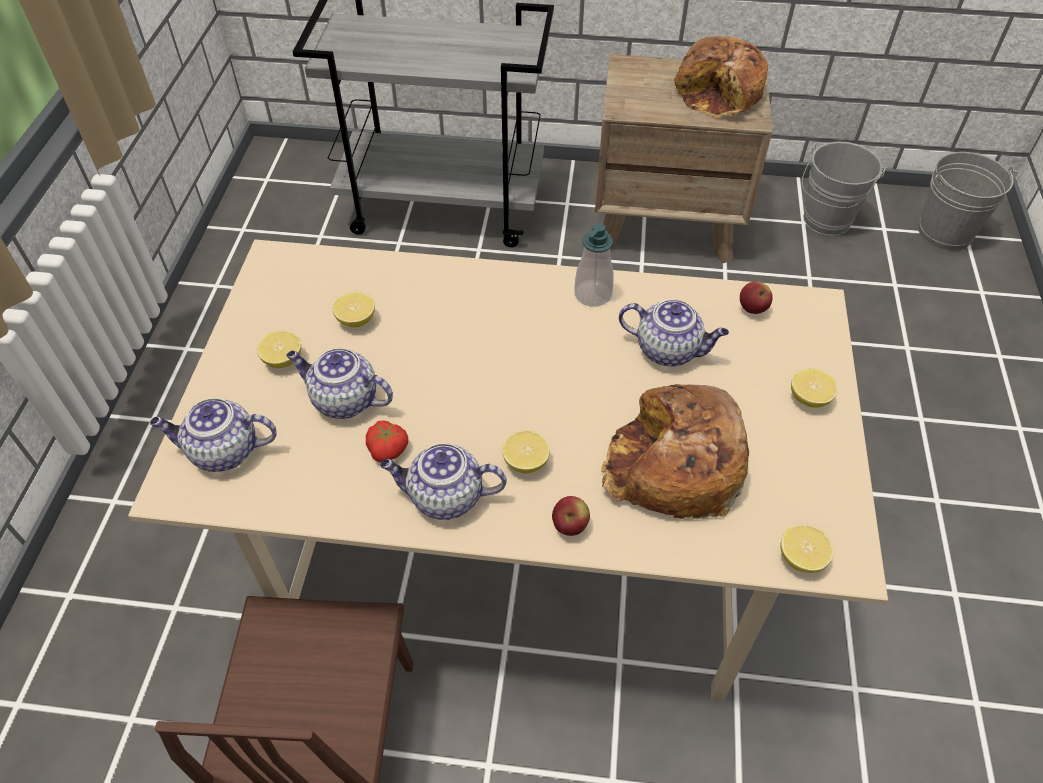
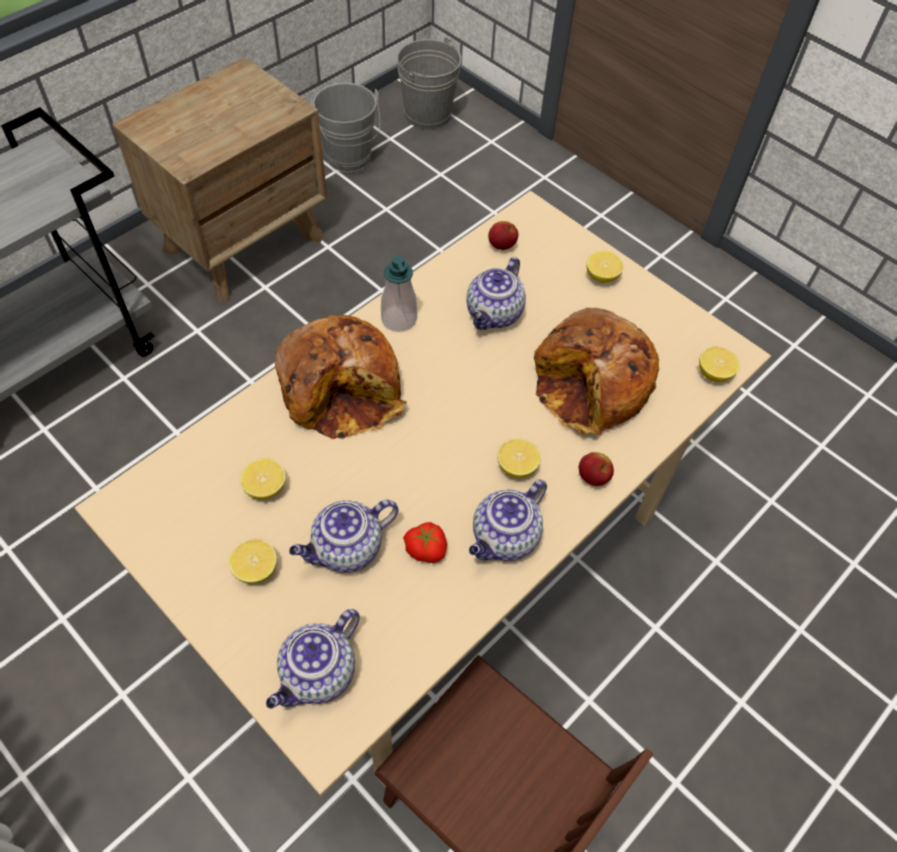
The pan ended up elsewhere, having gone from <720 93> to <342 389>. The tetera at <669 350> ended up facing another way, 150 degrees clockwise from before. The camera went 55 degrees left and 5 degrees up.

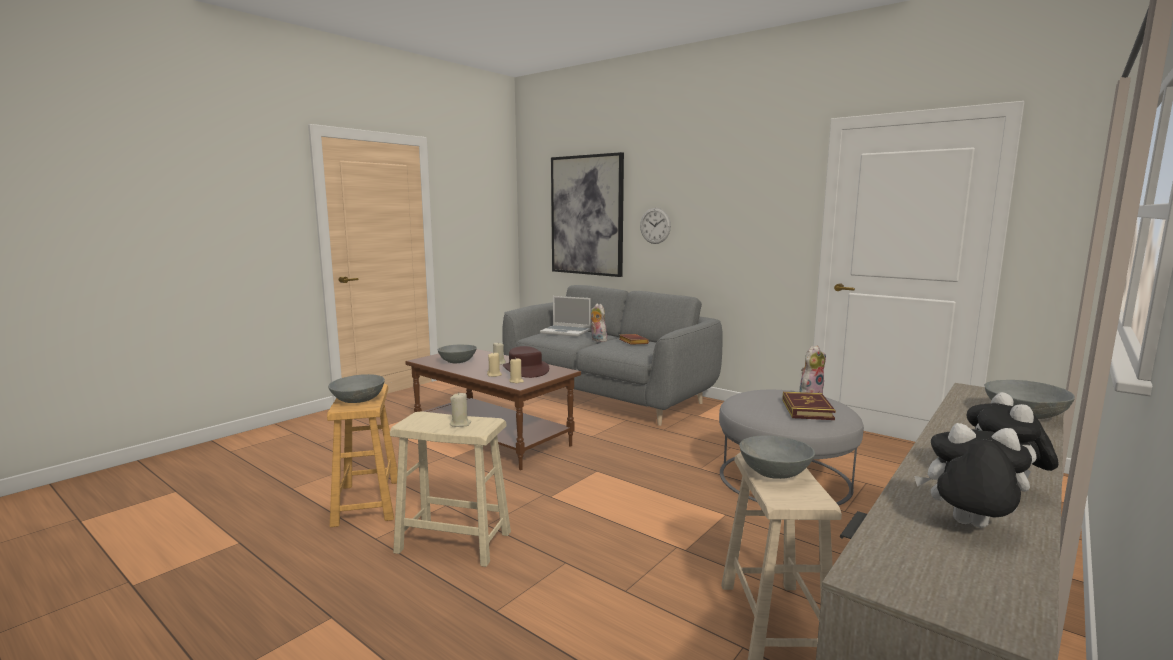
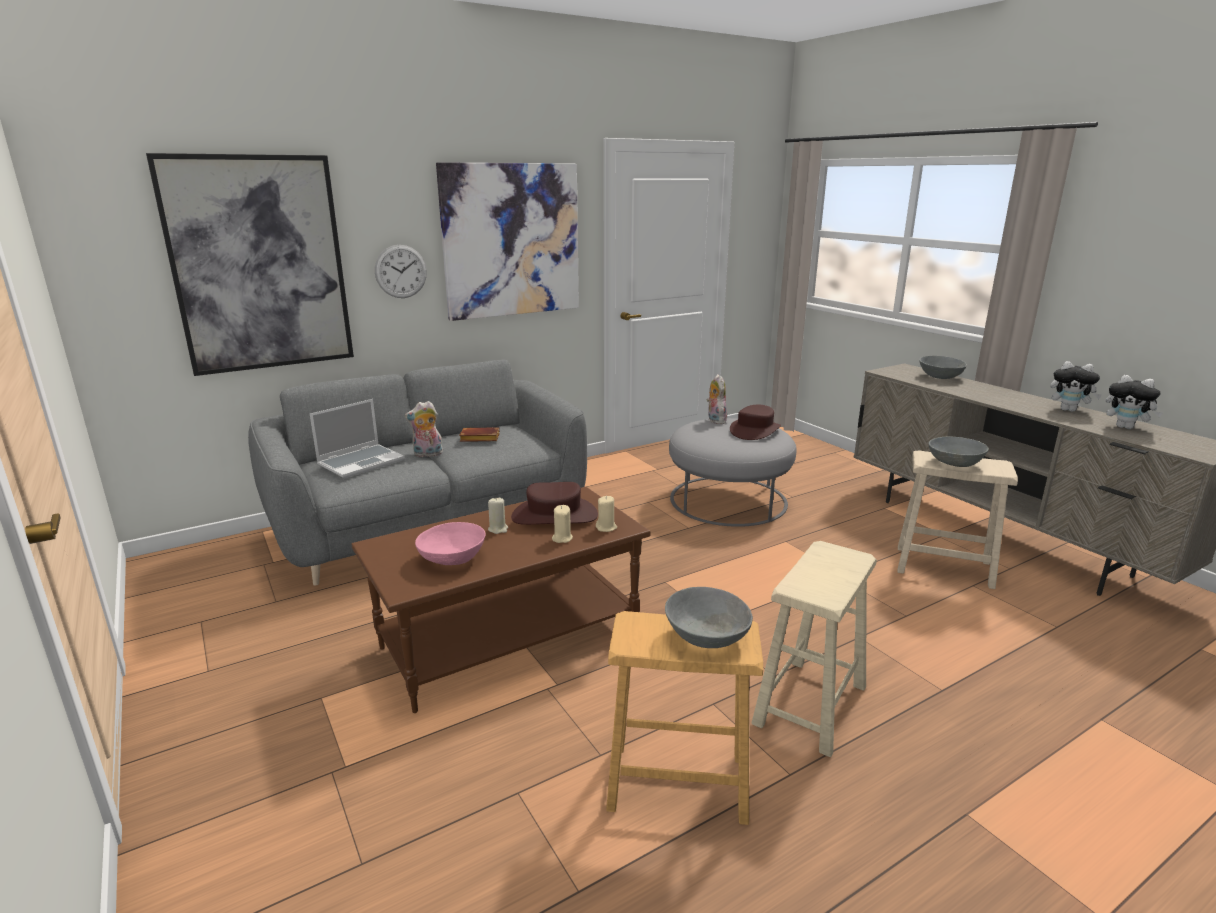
What was the cuenco (gris) at <458 361> turned into the cuenco (rosa) at <453 558>. Where the libro stood at <807 409>, the sombrero (marrón) came to stand at <754 430>. The second view lost the vela (beis) at <460 424>. The peluche at <967 526> ended up facing another way, 90 degrees counterclockwise from before. The second view gained the cuadro at <511 240>. The camera went 70 degrees left and 10 degrees up.

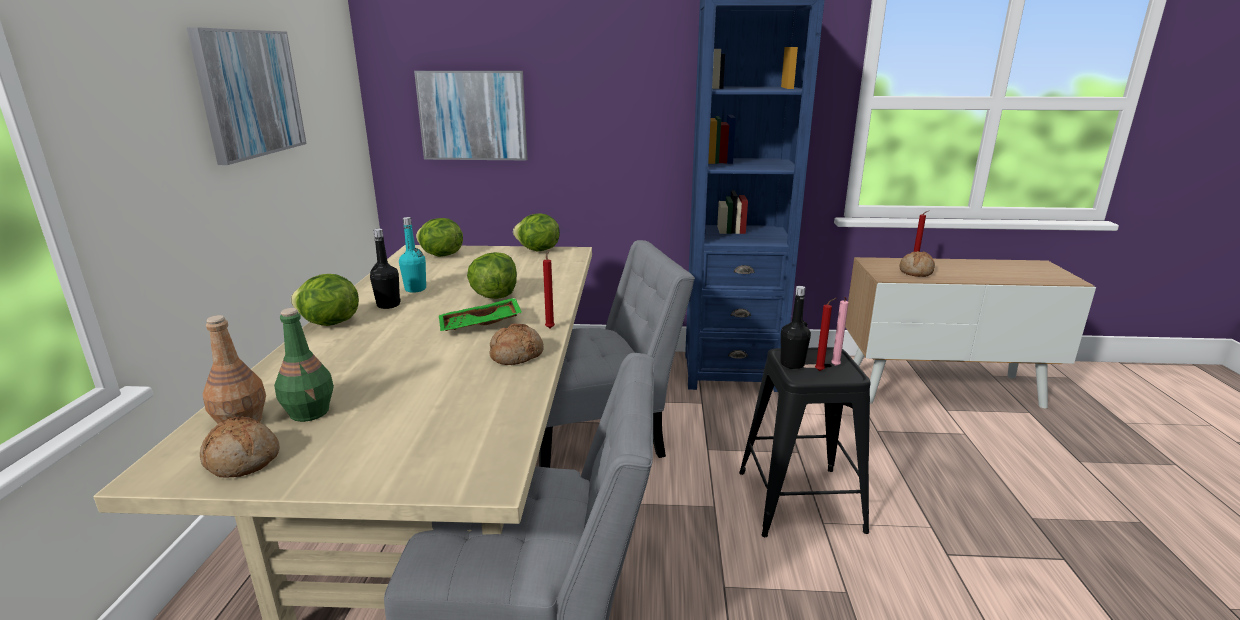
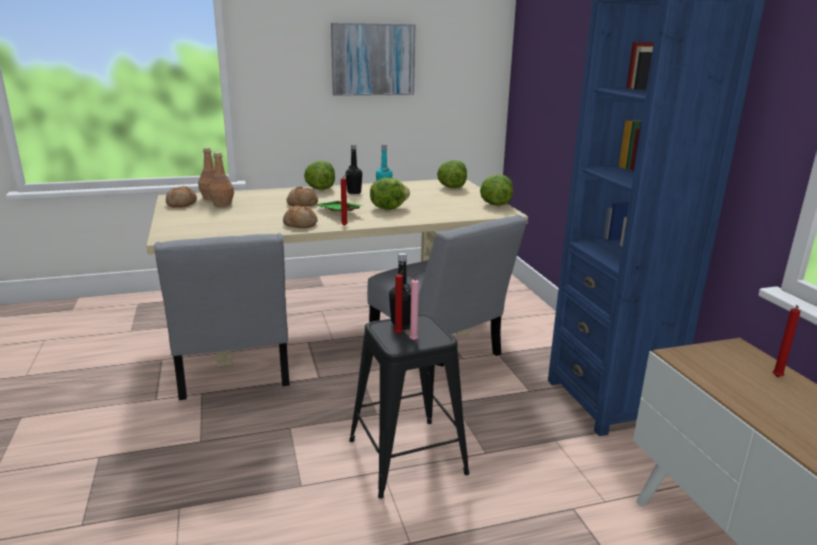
The second view lost the cuadro at <473 115>. The pan ended up elsewhere, having gone from <916 272> to <302 204>. What was the botella (verde) at <310 412> turned into the botella (marrón) at <222 204>. The camera went 70 degrees right and 0 degrees up.

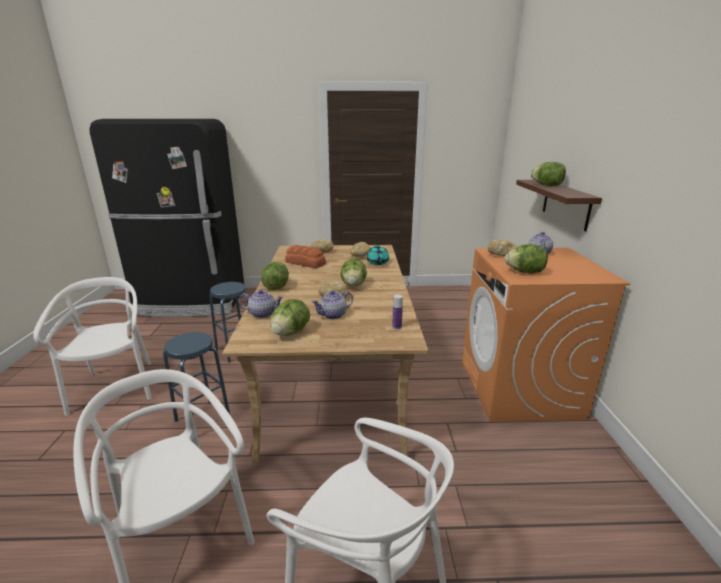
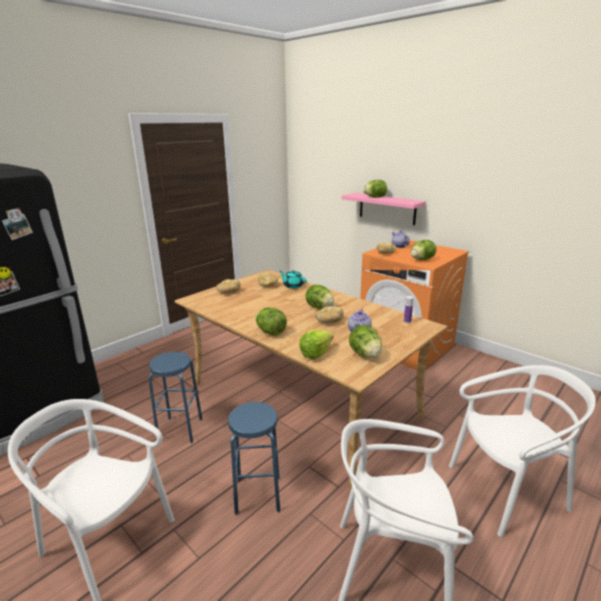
What was the estante (marrón) at <566 204> turned into the estante (rosa) at <387 208>. The second view lost the pan at <305 263>. Where the tetera stood at <263 314>, the lechuga came to stand at <316 353>. The camera went 45 degrees left and 0 degrees up.

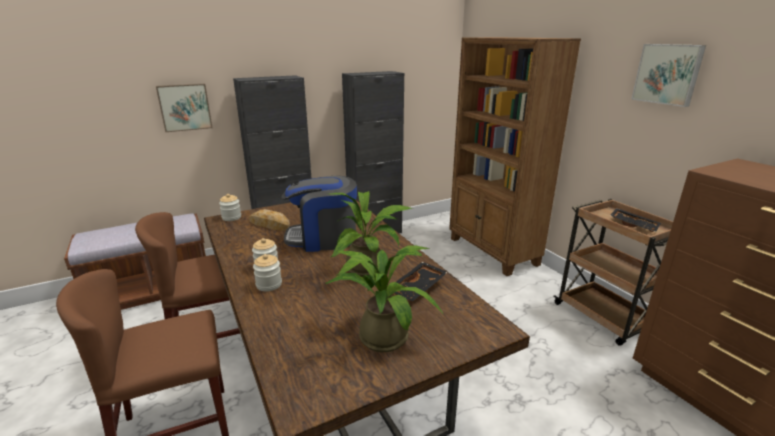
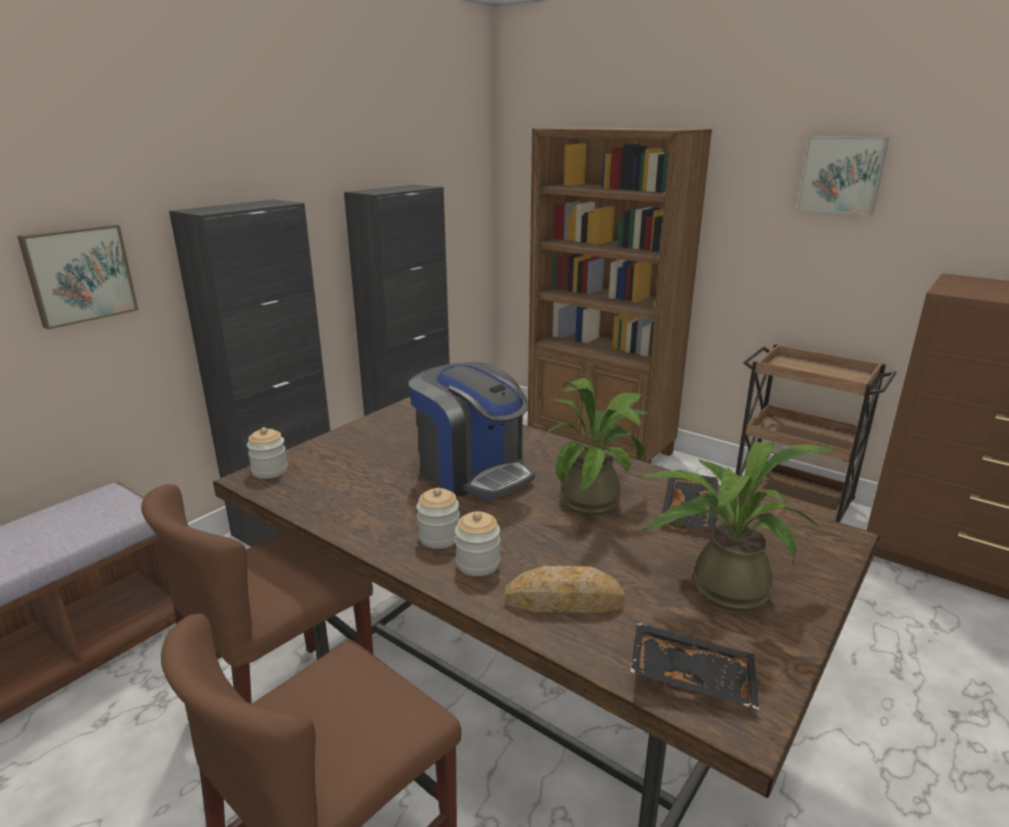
The cafetera at <323 238> ended up facing another way, 105 degrees counterclockwise from before. The bandeja (negro) ended up elsewhere, having gone from <633 225> to <692 675>. The pan ended up elsewhere, having gone from <269 224> to <564 600>. The camera went 25 degrees left and 0 degrees up.

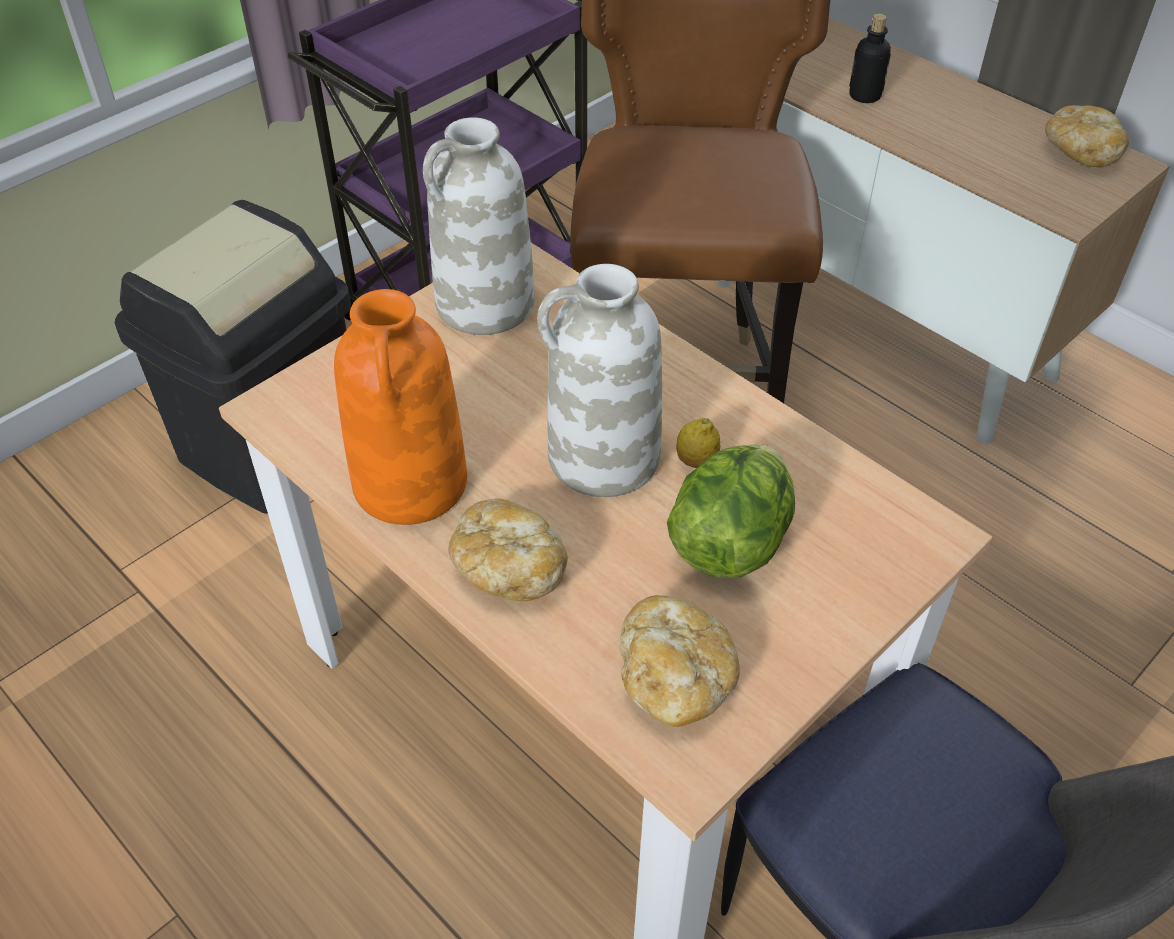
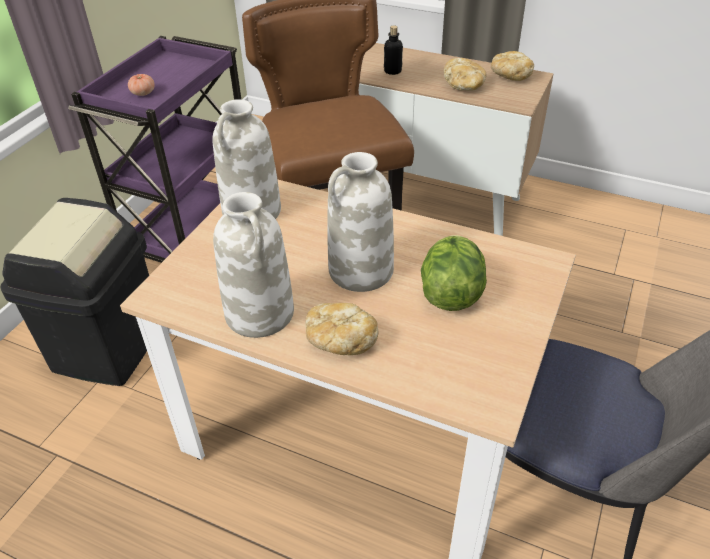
What was the florero (naranja) at <411 484> turned into the florero (blanco) at <261 313>. The second view lost the limón at <696 461>. The pan ended up elsewhere, having gone from <675 679> to <464 85>. The second view gained the tomate at <143 93>. The camera went 20 degrees left and 5 degrees down.

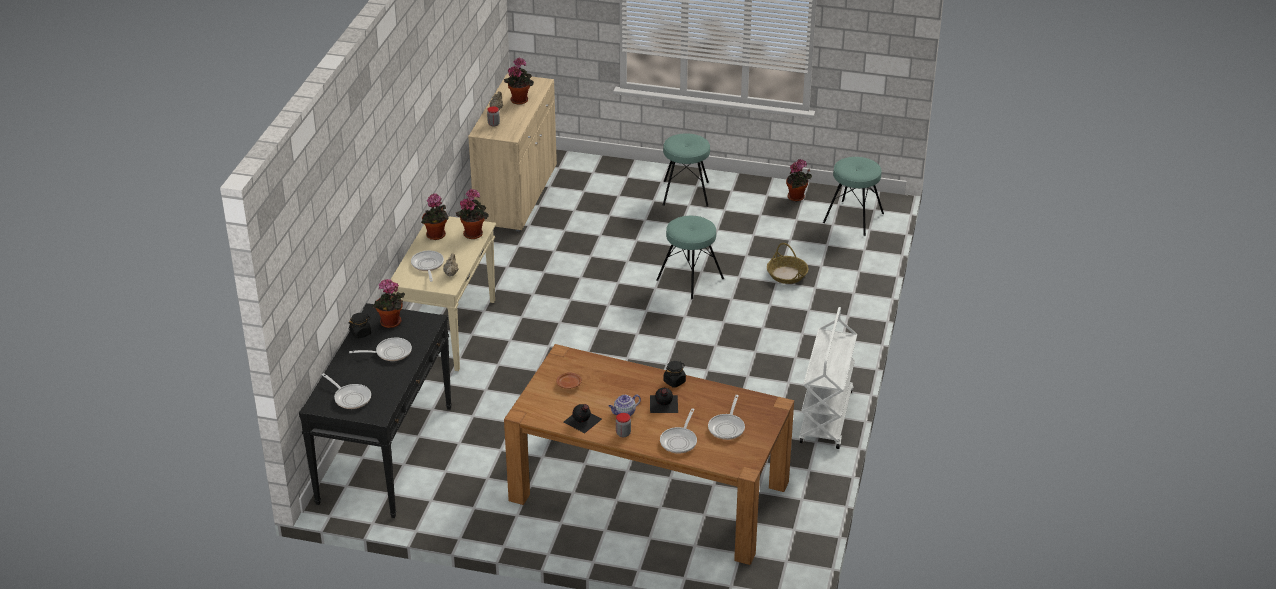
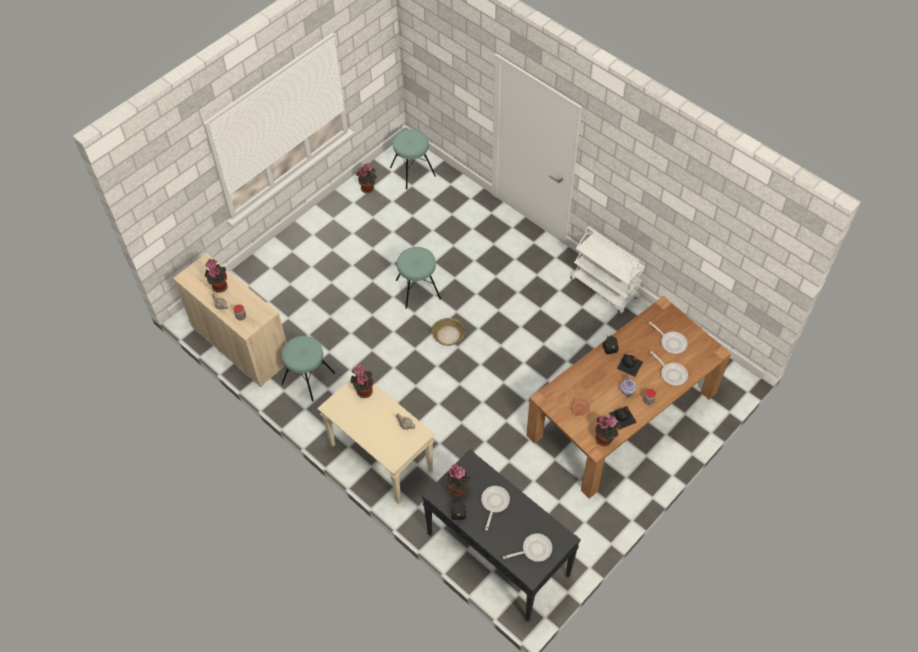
The taburete (turquesa) ended up elsewhere, having gone from <685 193> to <308 378>. The planta en maceta ended up elsewhere, having gone from <436 236> to <605 439>. The cesta ended up elsewhere, having gone from <787 275> to <448 335>. The second view lost the sartén at <427 266>. The camera went 60 degrees left and 20 degrees up.

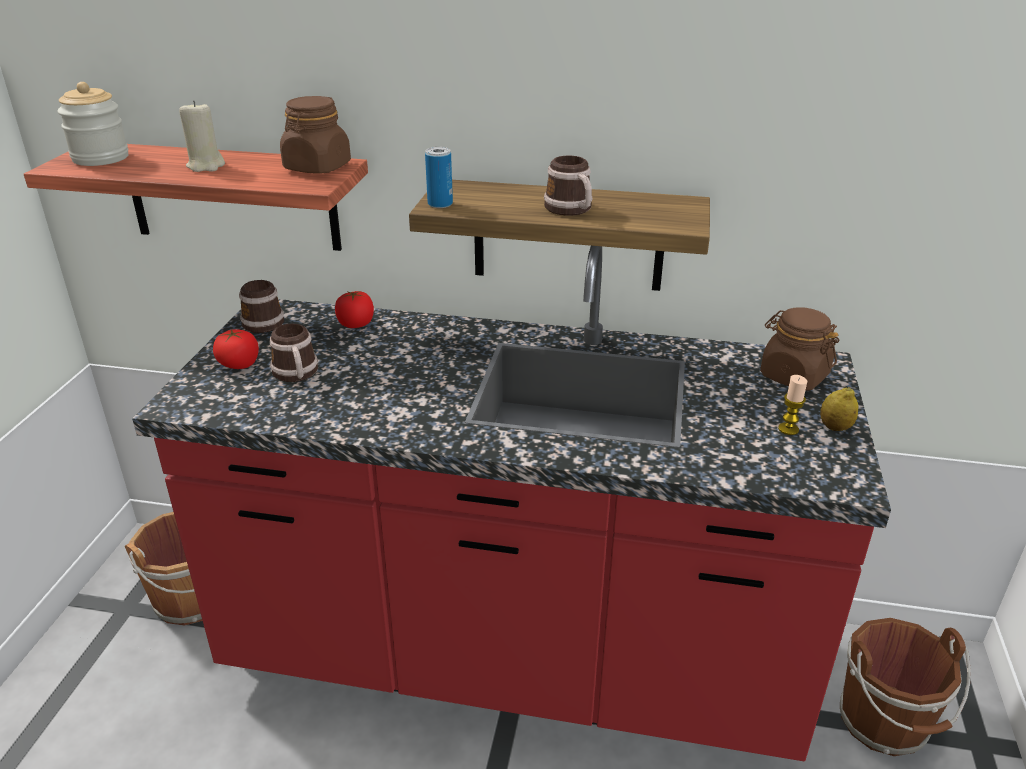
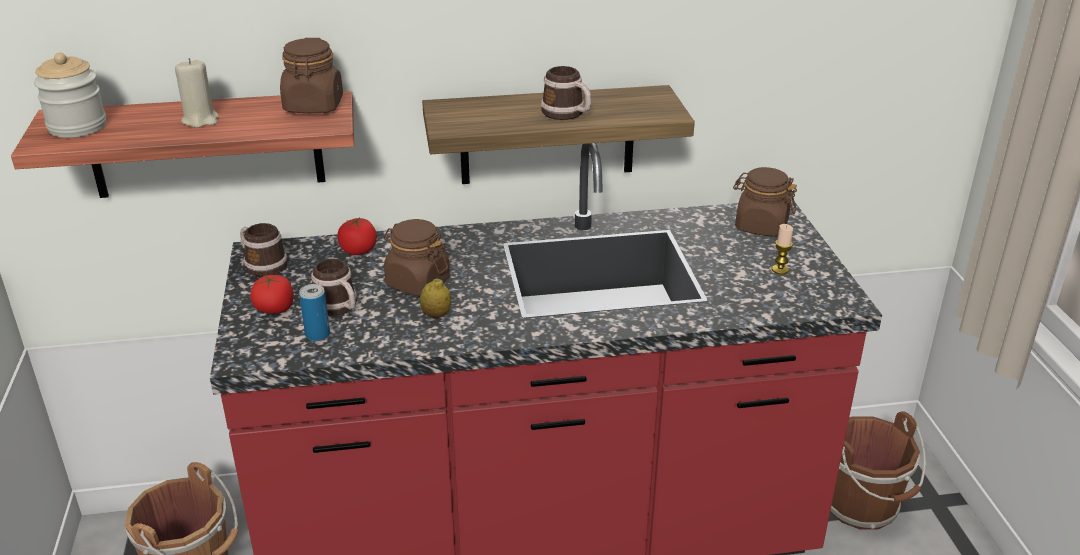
The lata ended up elsewhere, having gone from <440 204> to <317 334>. The limón ended up elsewhere, having gone from <835 427> to <436 315>. The second view gained the tarro (marrón) at <417 282>. The camera went 20 degrees left and 0 degrees up.

